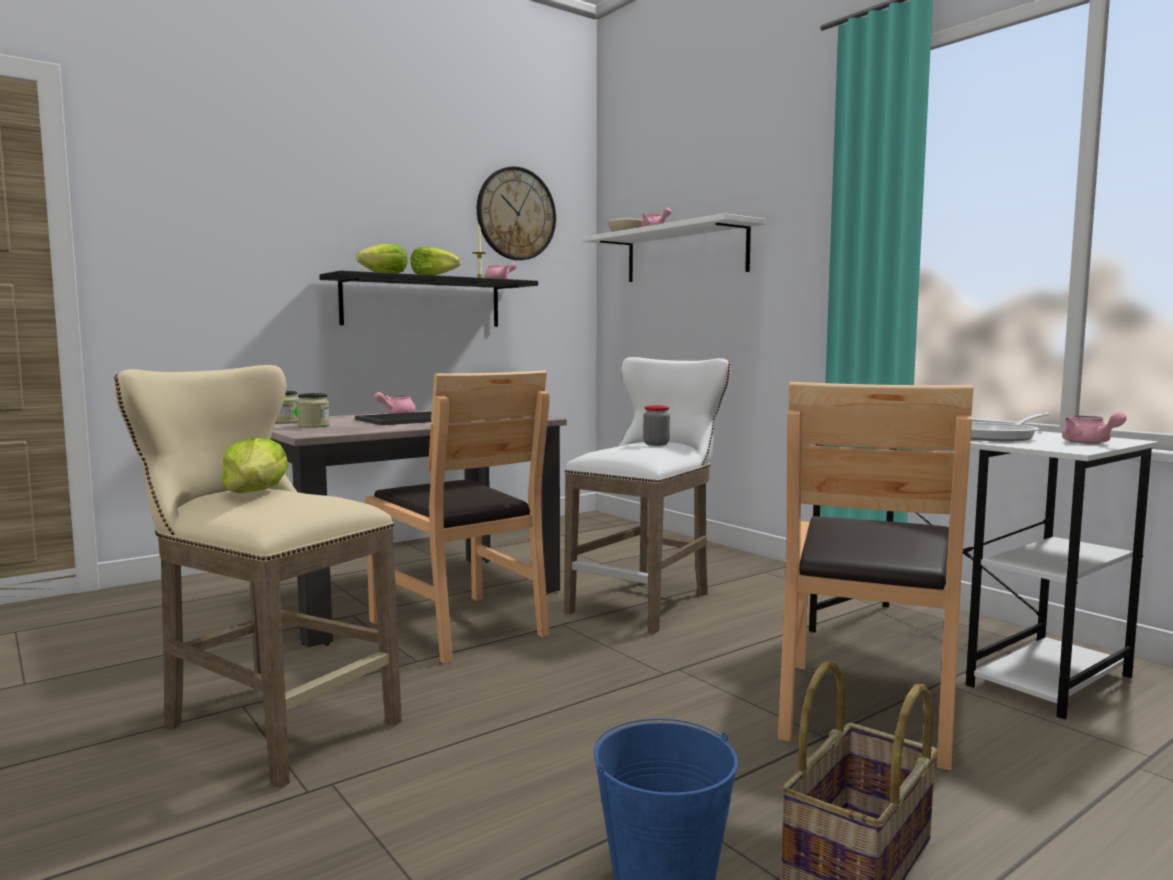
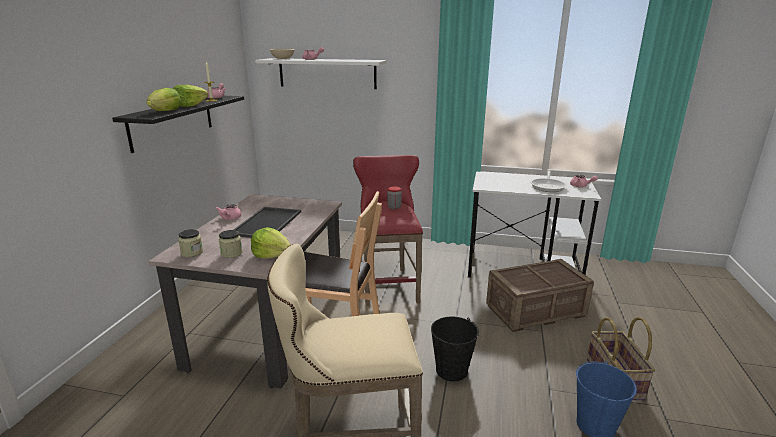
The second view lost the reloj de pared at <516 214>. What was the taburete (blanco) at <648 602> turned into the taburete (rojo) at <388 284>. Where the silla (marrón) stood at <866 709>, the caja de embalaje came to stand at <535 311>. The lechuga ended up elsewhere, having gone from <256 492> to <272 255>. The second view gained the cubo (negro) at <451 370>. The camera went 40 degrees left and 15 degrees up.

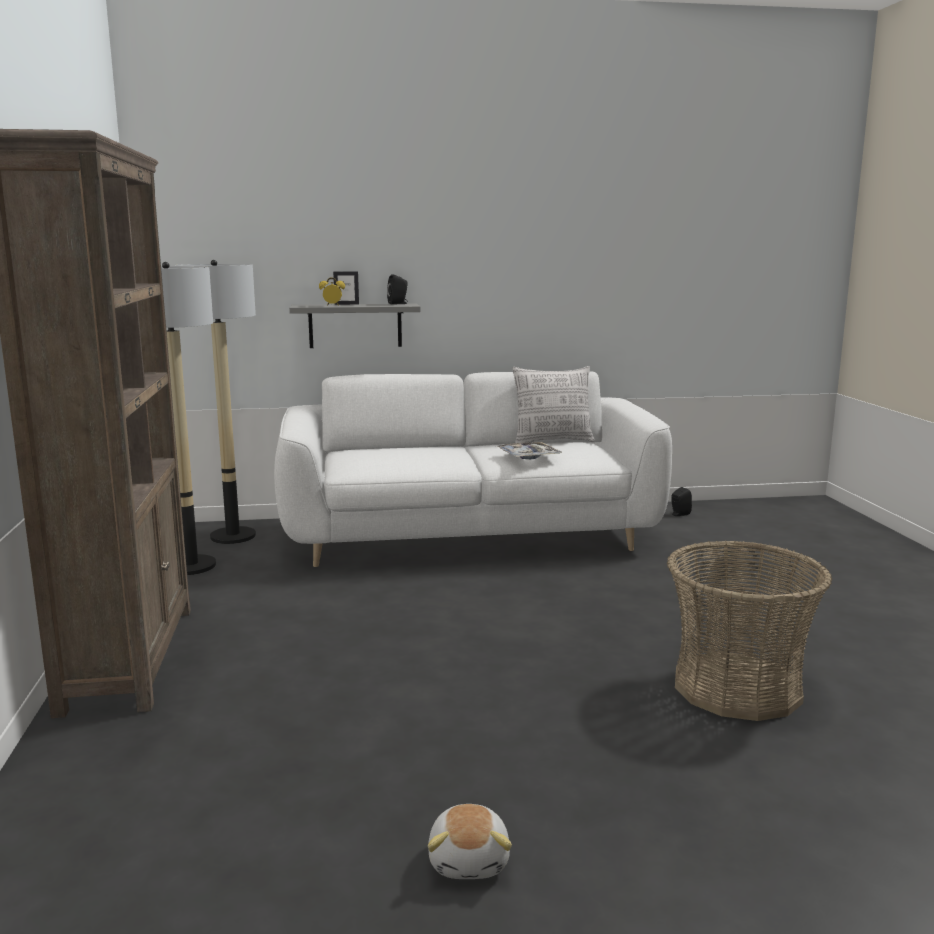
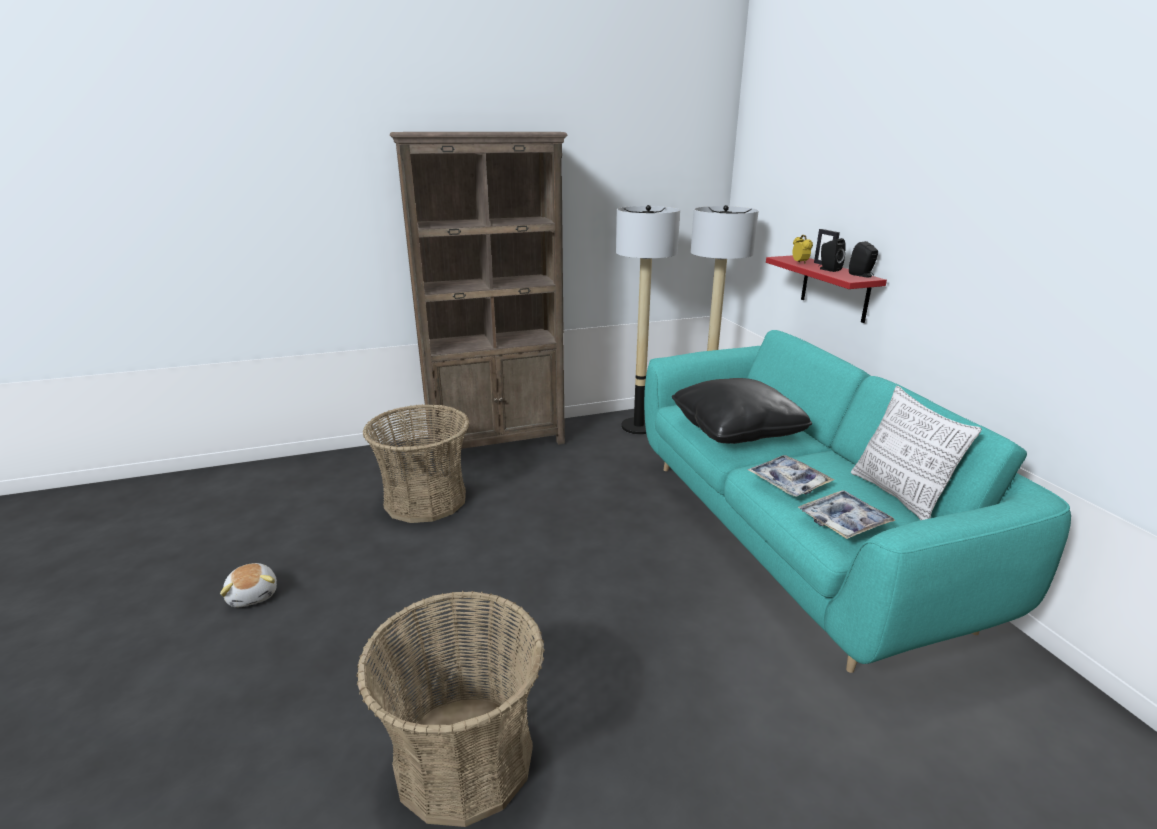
What was the estante (gris) at <355 325> turned into the estante (rojo) at <835 288>. What was the sofá (blanco) at <469 537> turned into the sofá (turquesa) at <791 536>. The altavoz (negro) ended up elsewhere, having gone from <679 514> to <828 269>. The peluche at <470 860> ended up facing another way, 105 degrees counterclockwise from before. The second view gained the cojín (negro) at <736 429>. The second view gained the cesta at <425 500>. The second view gained the bandeja at <843 521>. The camera went 80 degrees right and 10 degrees up.

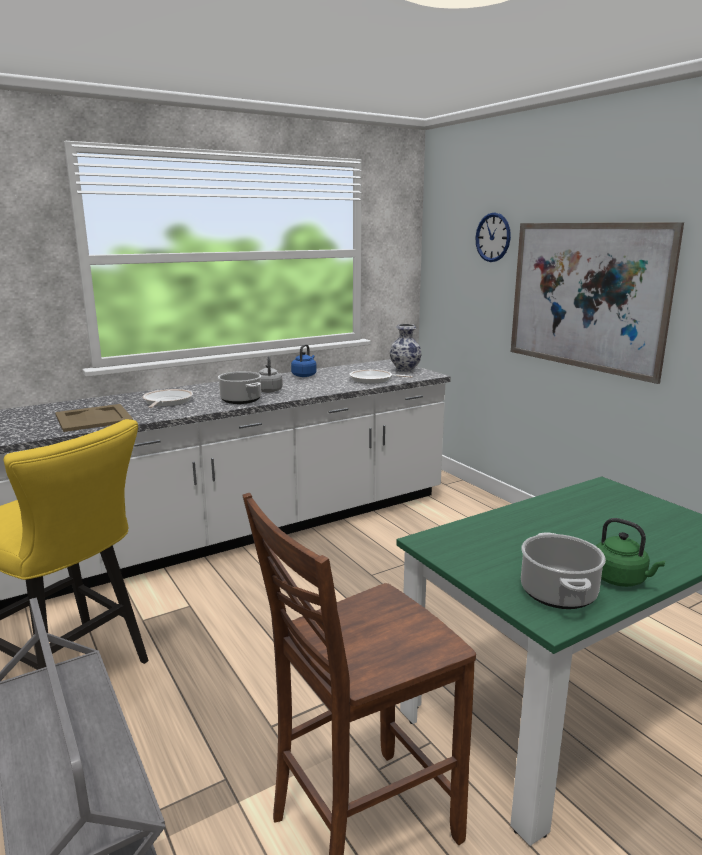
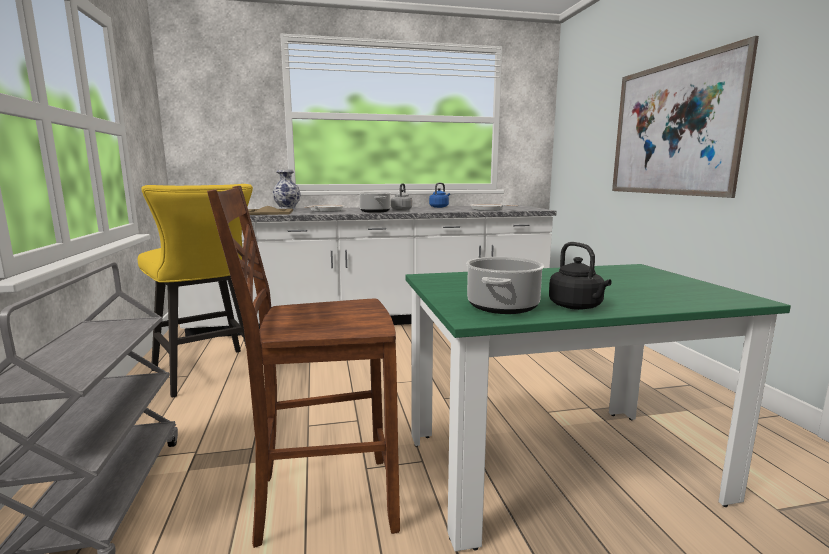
The second view lost the reloj de pared at <493 237>. The florero ended up elsewhere, having gone from <405 371> to <287 209>. What was the hervidor (verde) at <621 579> turned into the hervidor (negro) at <577 307>. The camera went 20 degrees right and 5 degrees down.

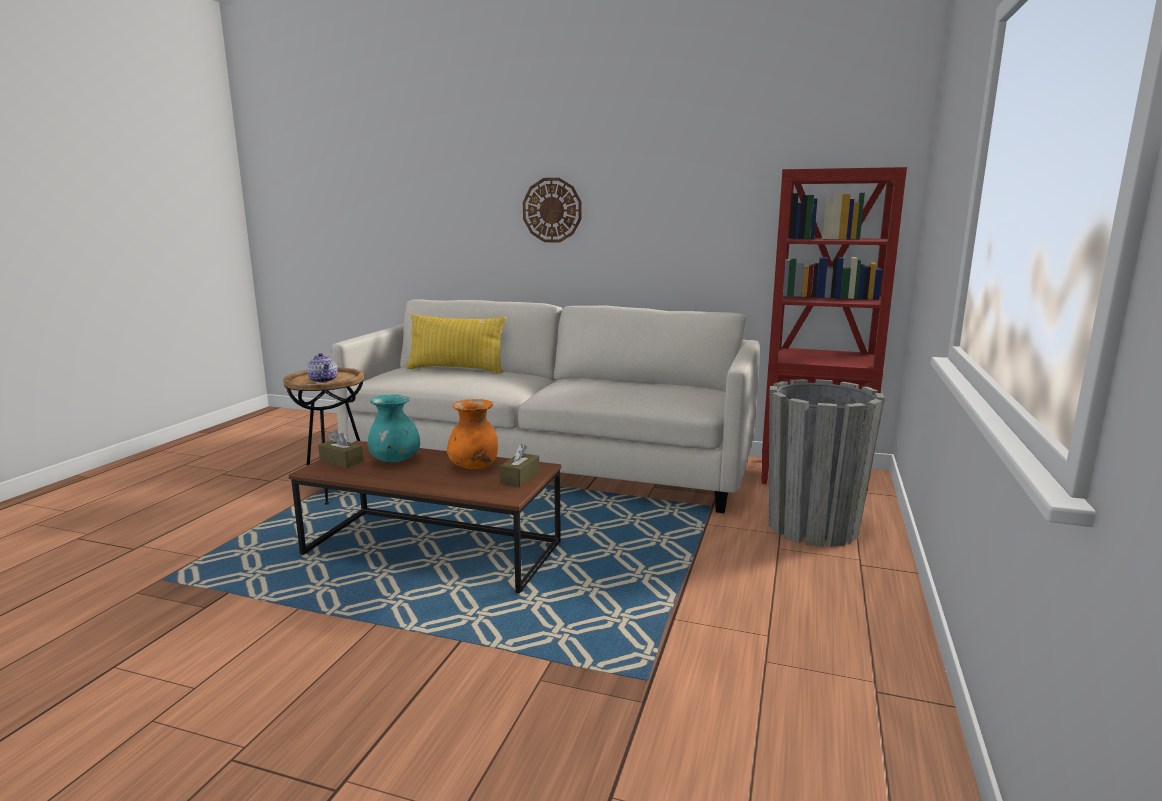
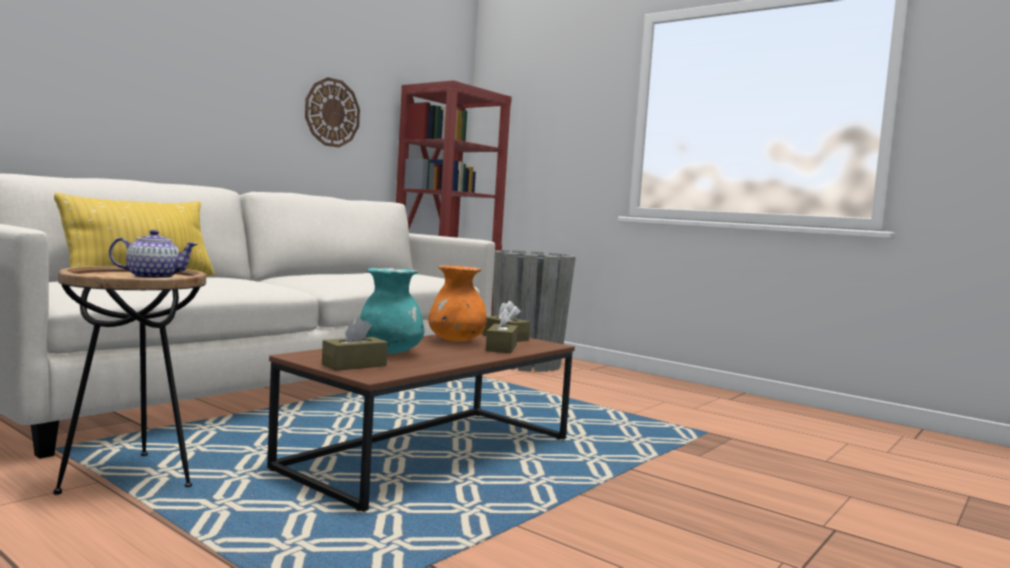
The reloj de pared ended up elsewhere, having gone from <552 210> to <332 112>. The second view gained the caja de pañuelos (marrón) at <501 348>. The camera went 70 degrees left and 10 degrees down.

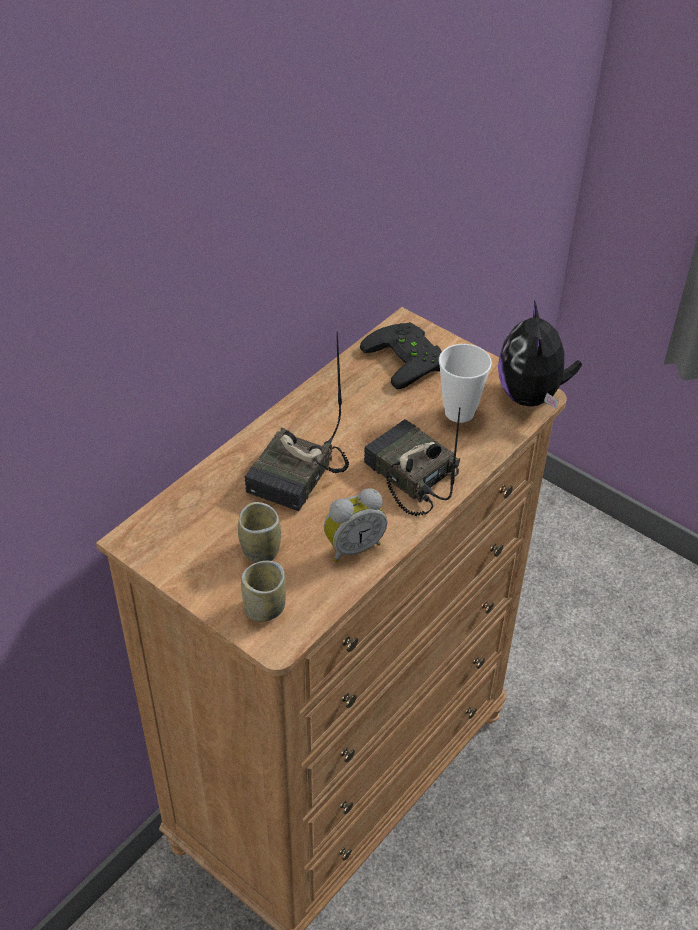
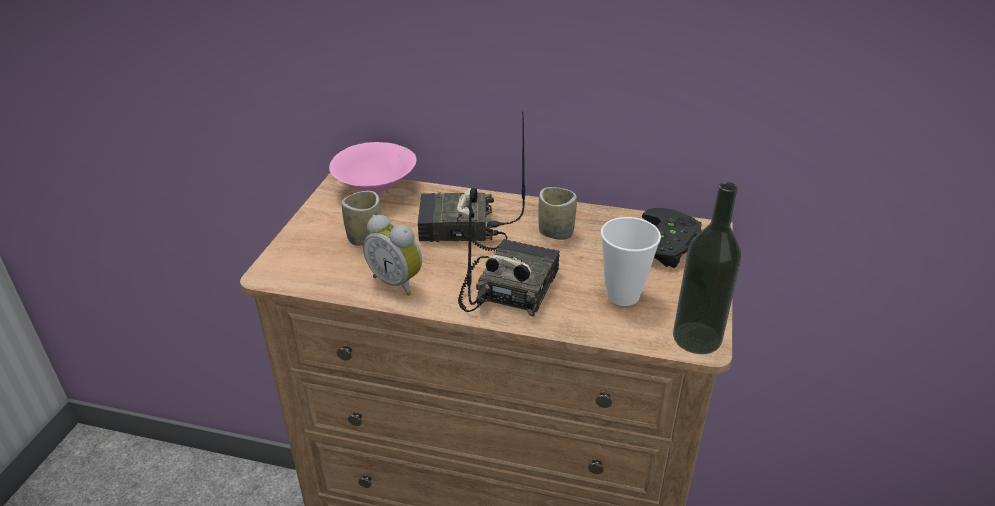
Where the peluche stood at <531 396>, the botella came to stand at <697 338>. The taza ended up elsewhere, having gone from <264 608> to <556 232>. The second view gained the cuenco (rosa) at <378 190>. The camera went 65 degrees right and 10 degrees down.

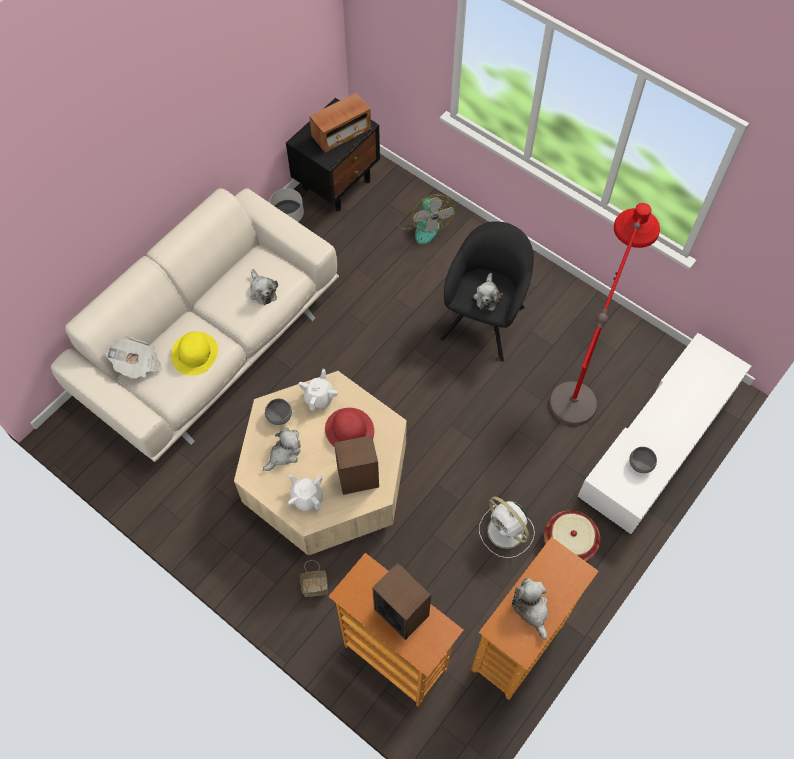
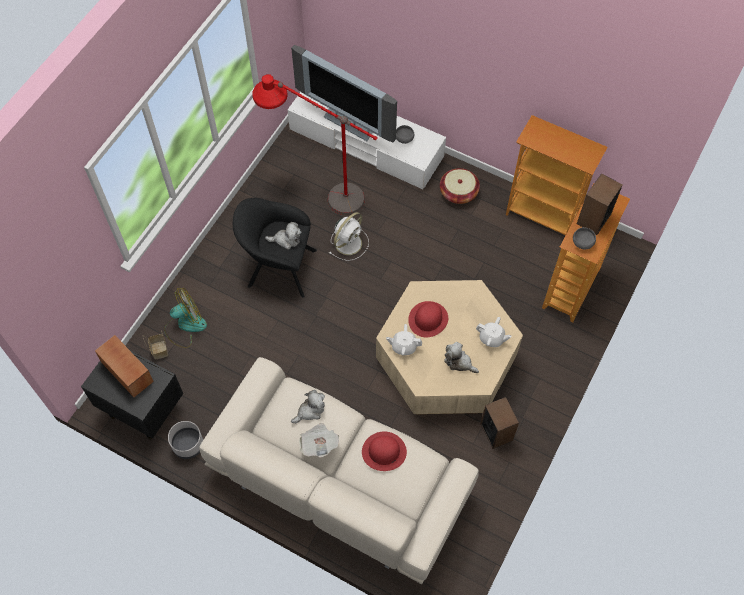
What was the sombrero (amarillo) at <194 353> turned into the sombrero (rojo) at <384 452>. The periódico ended up elsewhere, having gone from <138 364> to <319 443>. The cuenco (gris) ended up elsewhere, having gone from <279 416> to <582 242>. The altavoz ended up elsewhere, having gone from <358 478> to <496 432>. The tetera (blanco) at <307 498> ended up facing another way, 105 degrees counterclockwise from before. The ventilador (blanco) ended up elsewhere, having gone from <506 532> to <349 242>. The cesta ended up elsewhere, having gone from <316 586> to <159 349>. The second view lost the peluche at <531 609>. The second view gained the televisor at <353 120>. The camera went 100 degrees left and 0 degrees up.

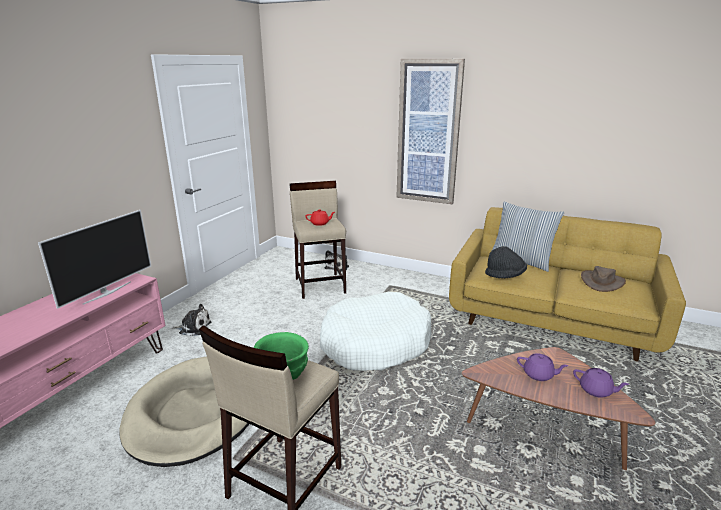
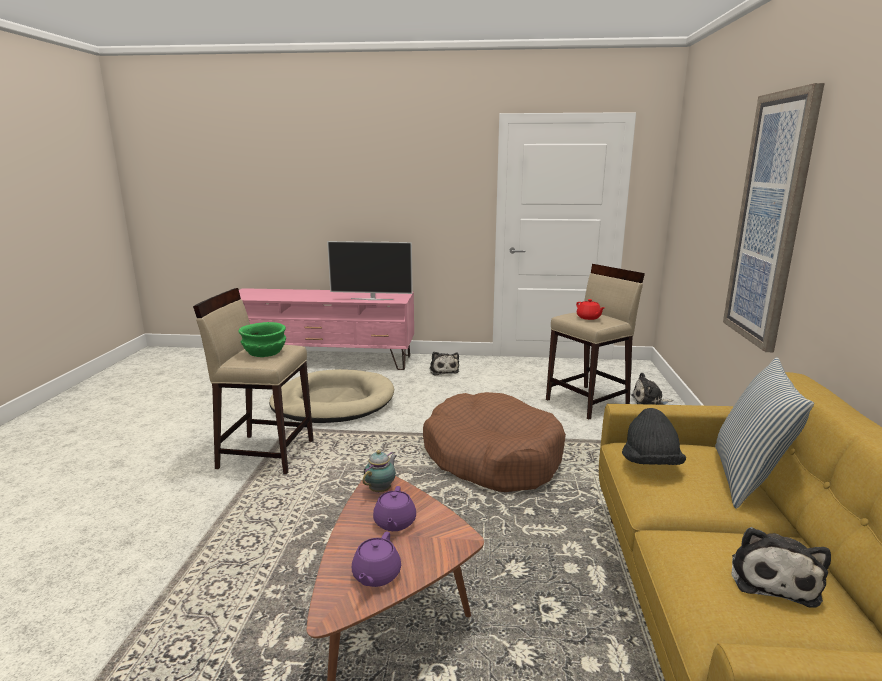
Where the sombrero (marrón) stood at <601 282>, the peluche came to stand at <773 578>. What was the cama para perro (blanco) at <375 344> turned into the cama para perro (marrón) at <492 457>. The second view gained the tetera at <381 490>. The camera went 70 degrees right and 5 degrees down.

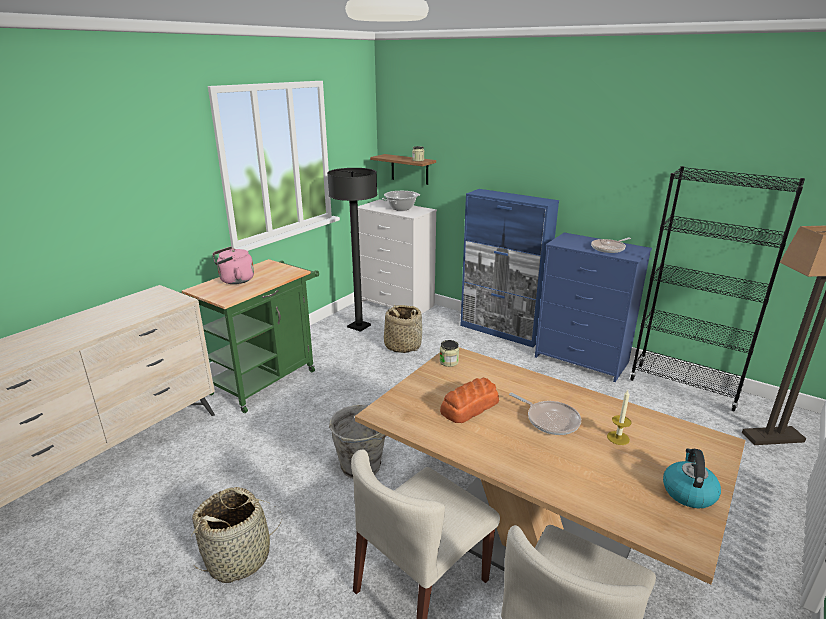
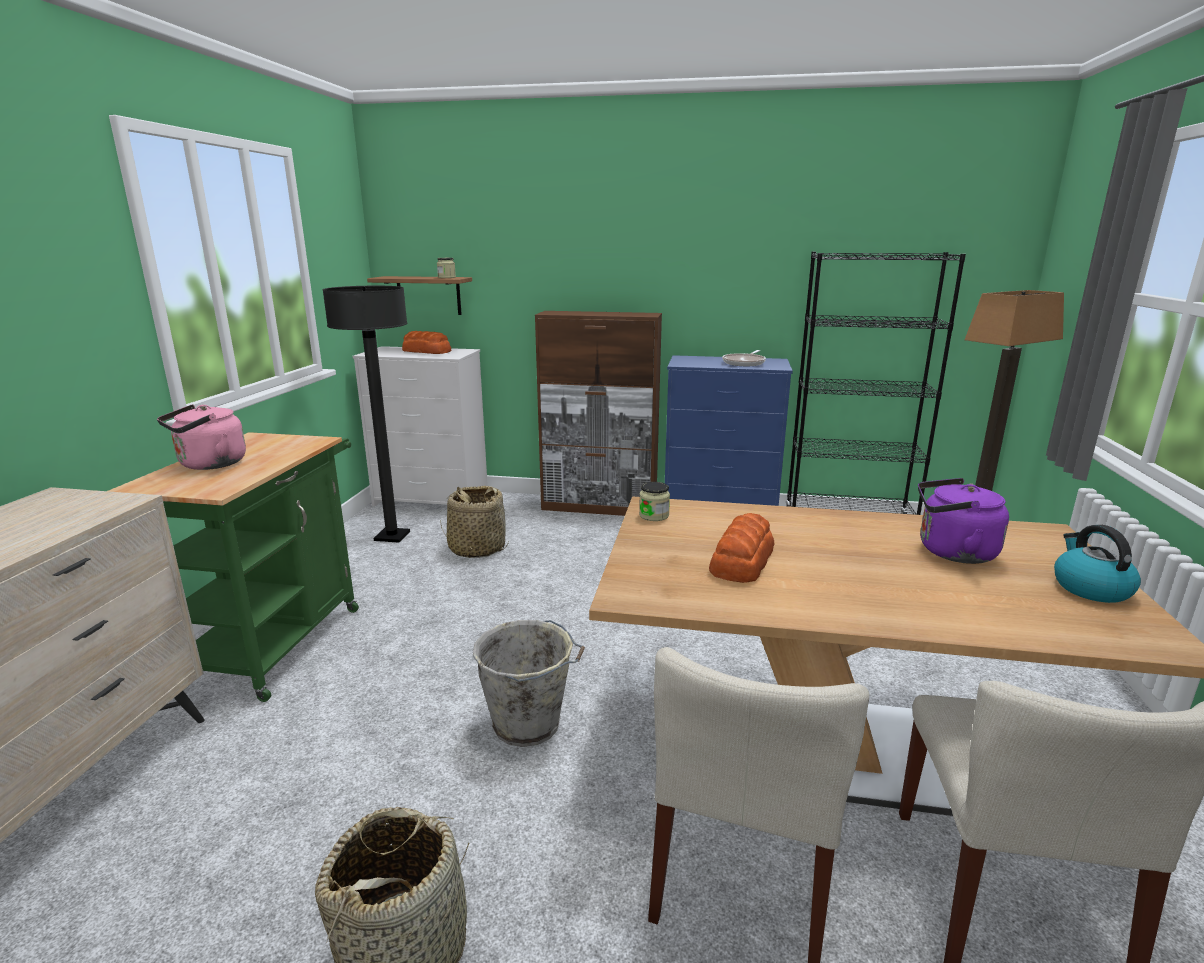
What was the armario (azul) at <501 331> turned into the armario (marrón) at <600 507>. Where the olla stood at <401 208>, the pan came to stand at <427 351>. Where the vela stood at <618 438>, the hervidor (morado) came to stand at <951 552>. The second view lost the sartén at <550 420>. The camera went 25 degrees left and 5 degrees down.

